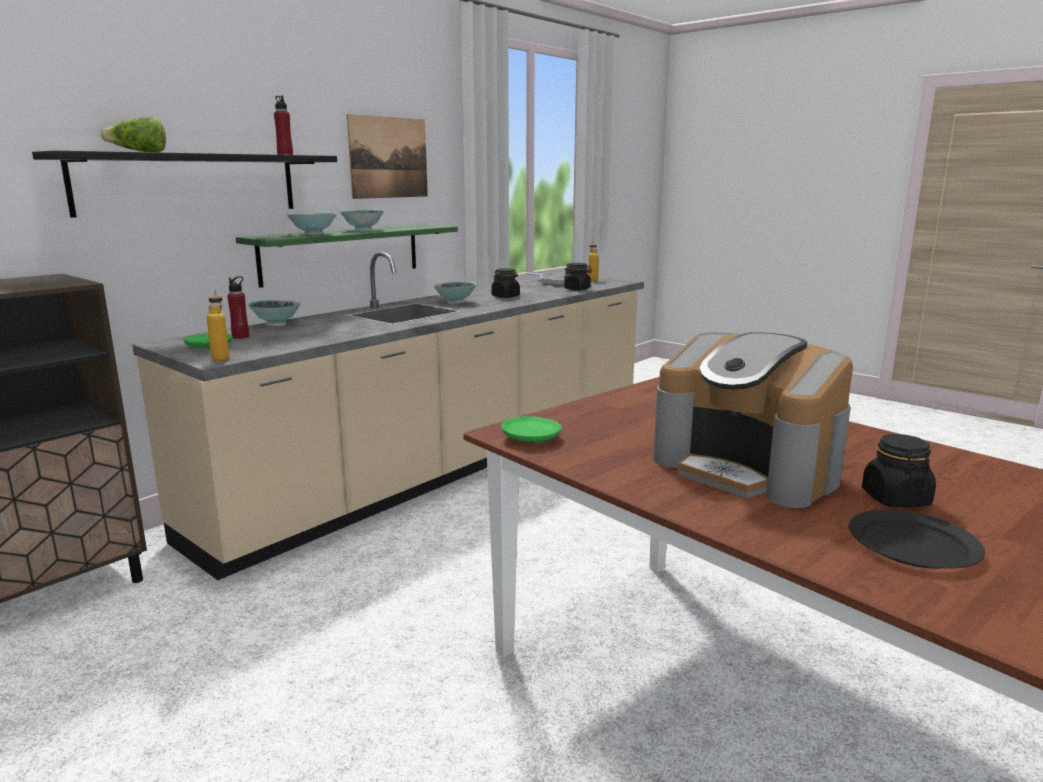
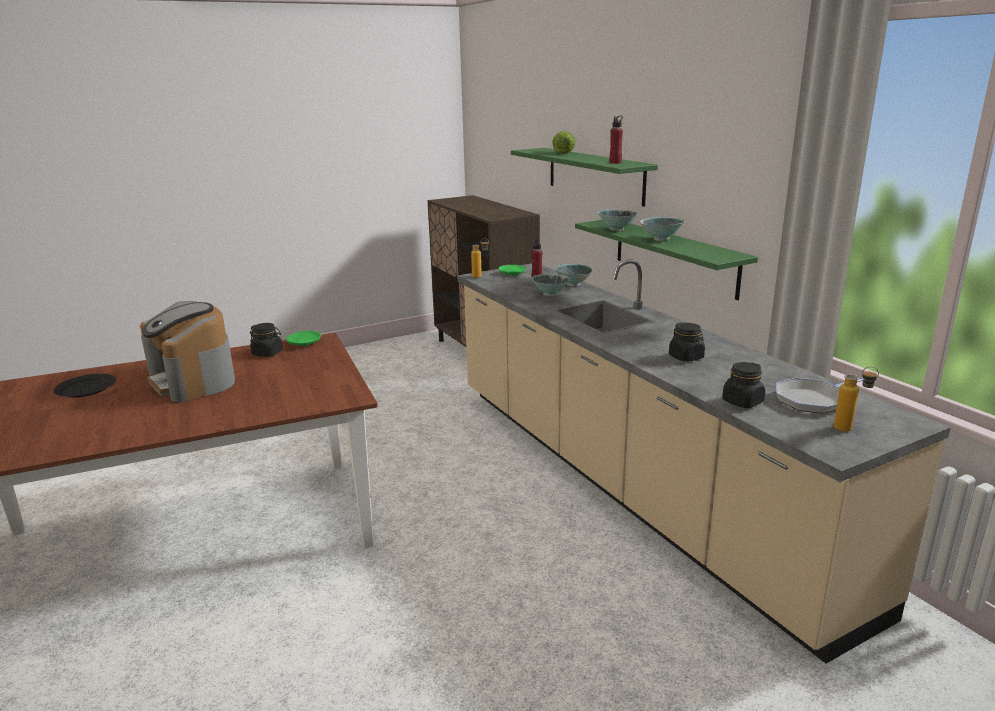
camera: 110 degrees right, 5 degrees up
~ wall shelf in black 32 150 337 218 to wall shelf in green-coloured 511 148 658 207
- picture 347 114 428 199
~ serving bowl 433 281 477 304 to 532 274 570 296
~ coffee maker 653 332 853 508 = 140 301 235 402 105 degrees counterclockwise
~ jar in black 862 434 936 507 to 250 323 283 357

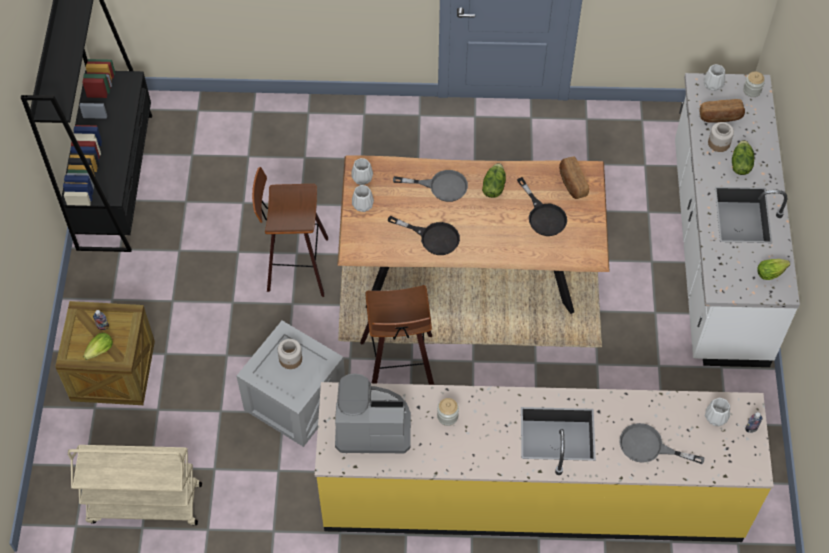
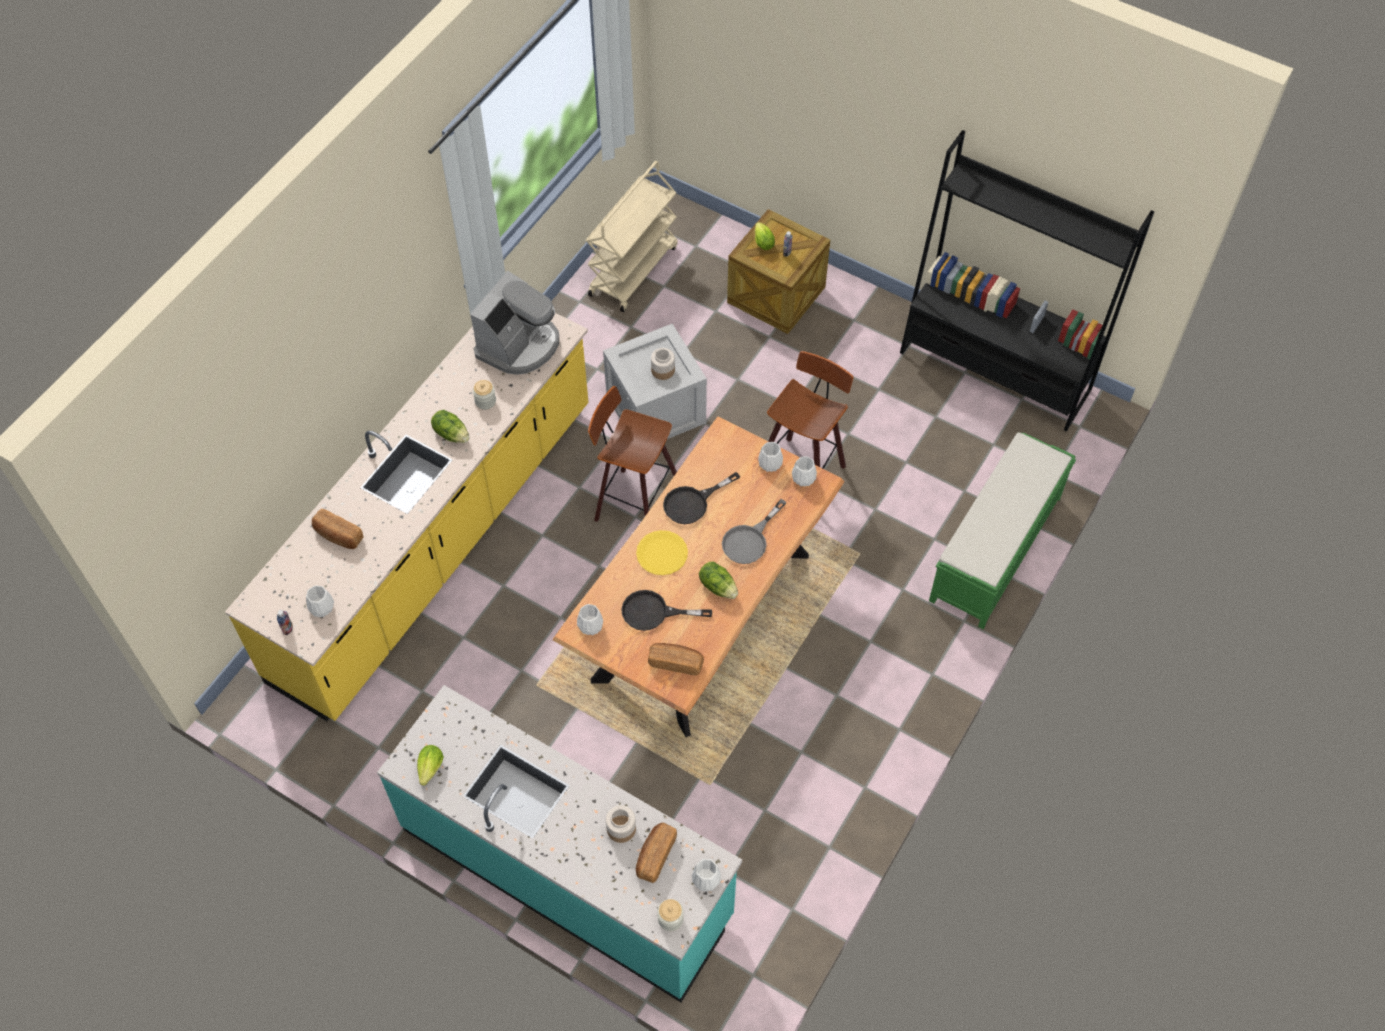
camera: 120 degrees right, 0 degrees up
~ pan in gray 619 423 704 464 to baked bread 312 509 364 549
~ kitchen counter in whitish 675 73 800 367 to kitchen counter in turquoise-coloured 377 685 742 1002
~ head of lettuce 732 140 754 175 to 431 410 470 443
+ flower vase in whitish 577 604 603 635
+ flat dish in yellow 636 530 688 575
+ indoor bench in green-coloured 929 432 1076 629

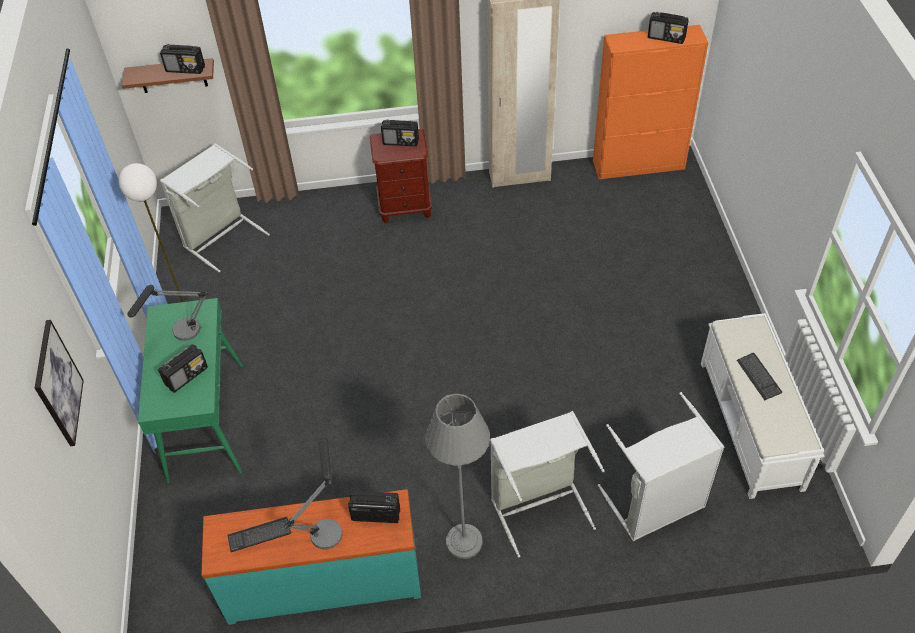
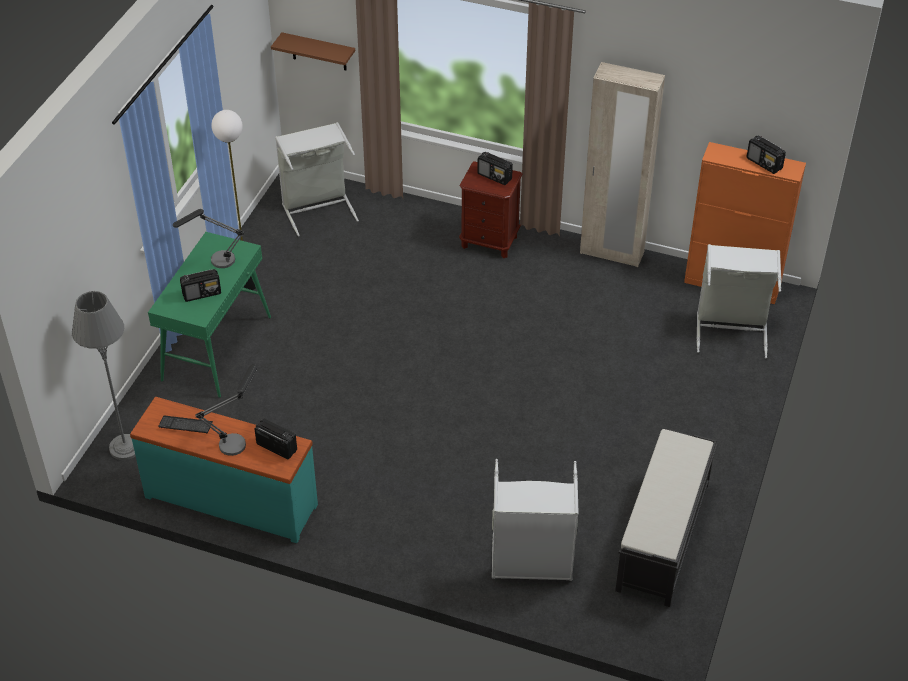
camera: 25 degrees right, 5 degrees down
- picture 35 320 84 446
- radio 160 44 205 74
~ standing lamp in gray 425 394 490 559 to 72 291 135 460
~ laundry basket in gray 490 411 605 557 to 696 244 782 359
~ indoor bench in whitish 701 313 824 499 to indoor bench in black 615 429 717 607
- computer keyboard 737 353 782 400

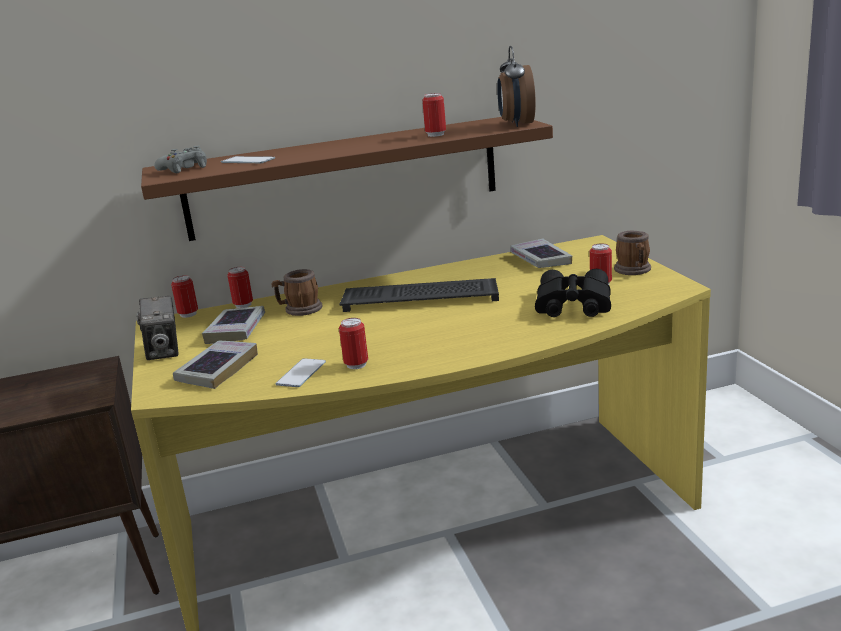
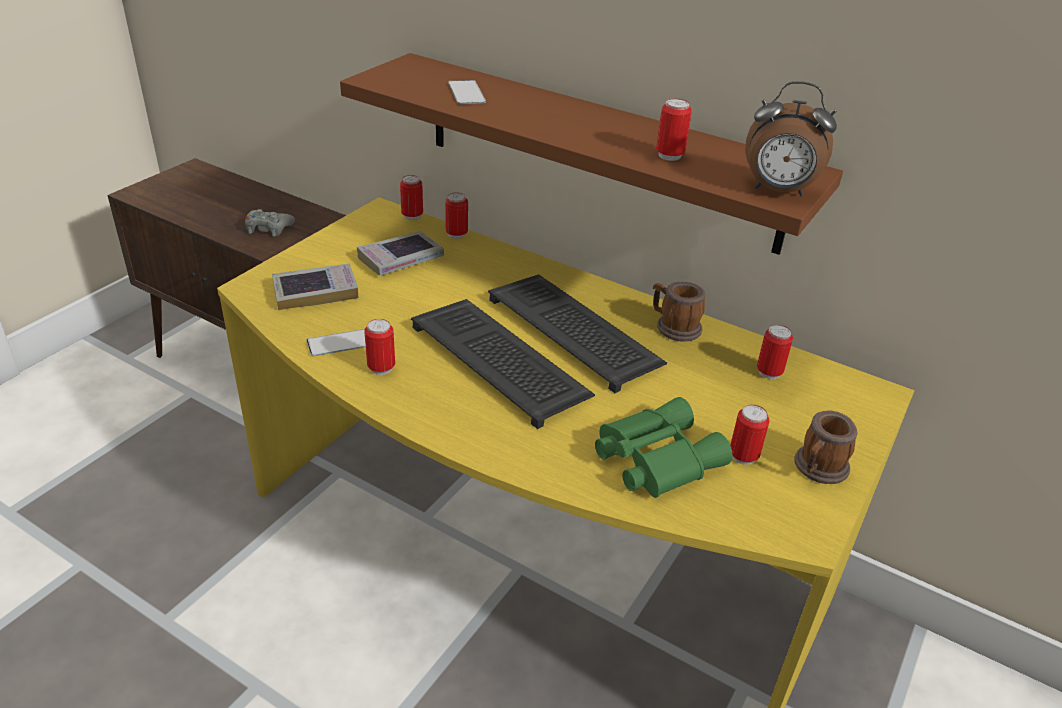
camera: 45 degrees right, 15 degrees up
- still camera 136 296 178 360
~ joypad in gray 154 146 207 173 to 245 209 295 237
~ coffee mug 271 269 322 316 to 653 282 705 342
~ alarm clock 497 46 536 127 = 745 81 837 196 120 degrees counterclockwise
~ book 510 239 572 268 to metal can 757 325 793 379
~ binoculars in black 535 269 611 317 to binoculars in green-coloured 595 397 733 498
+ computer keyboard 411 299 595 429

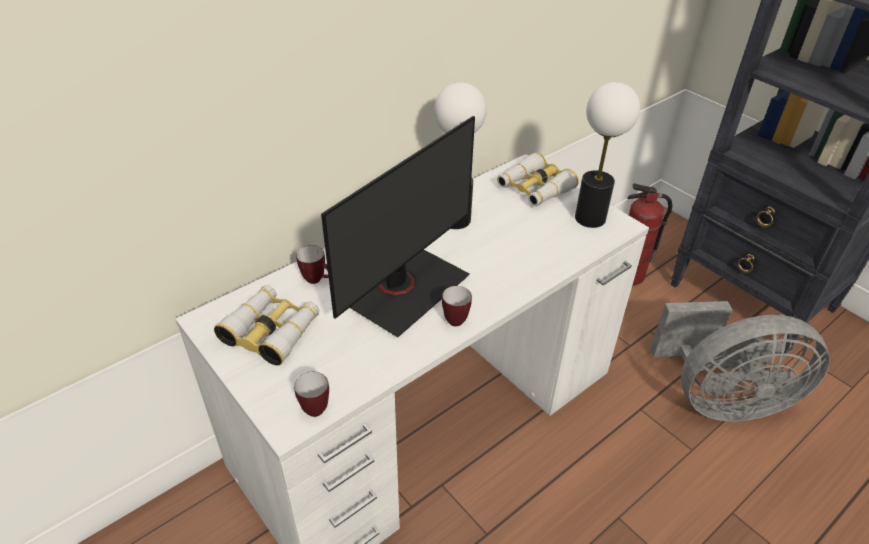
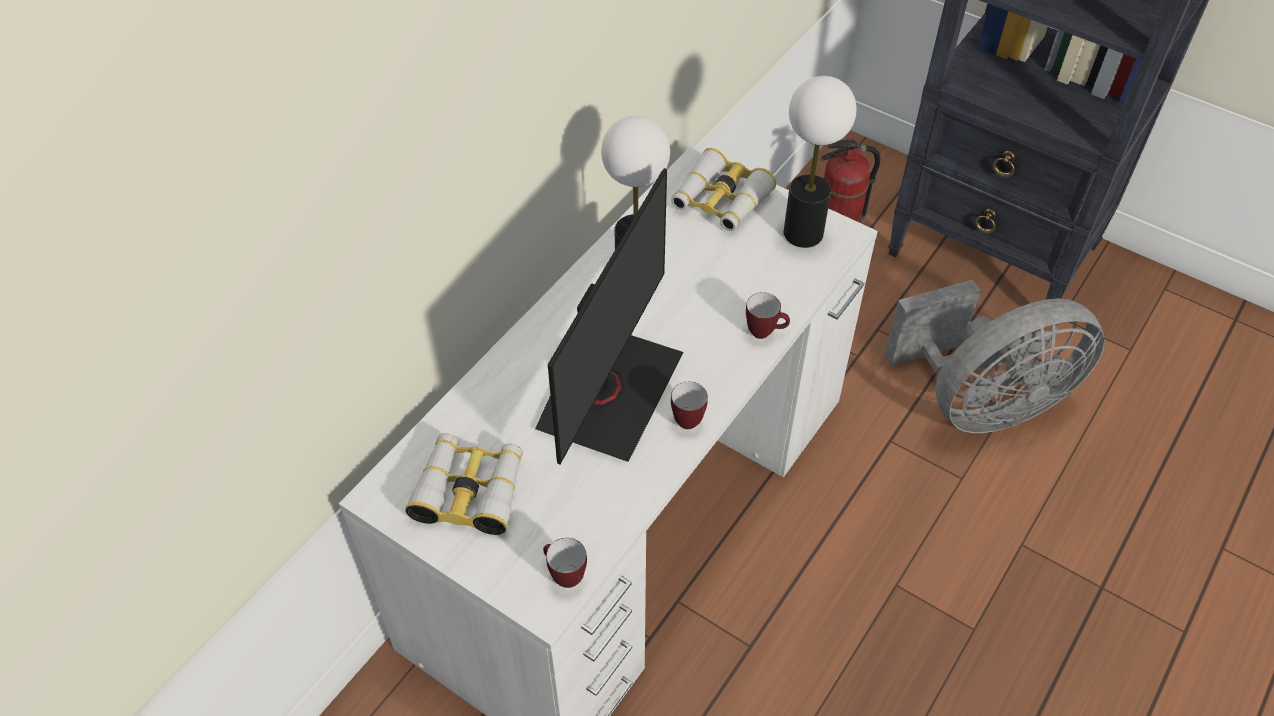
camera: 15 degrees left, 10 degrees up
~ coffee mug 296 245 329 284 to 746 292 790 339

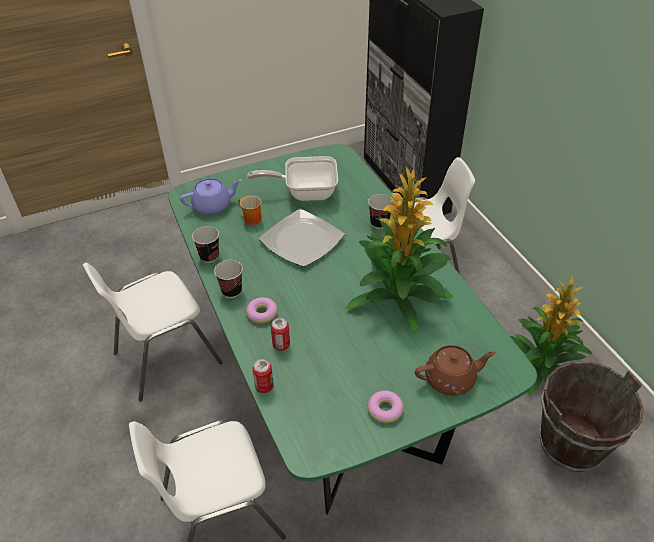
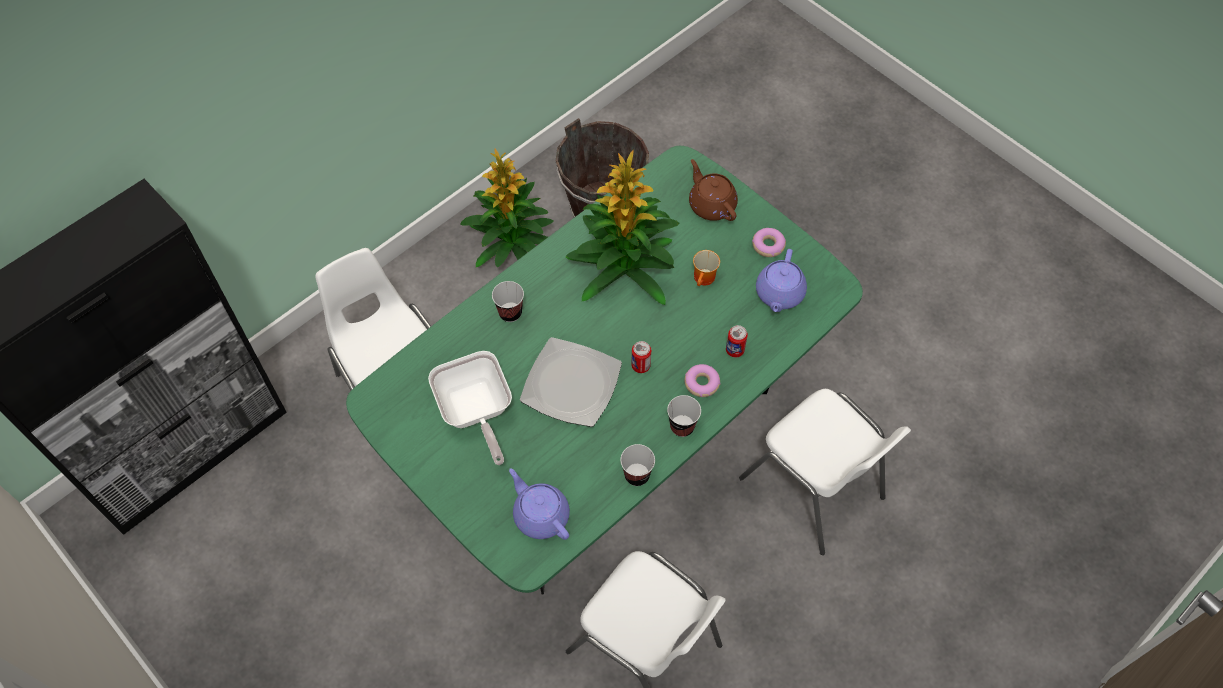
camera: 110 degrees left, 15 degrees up
~ coffee mug 238 196 262 225 to 693 250 720 286
~ metal can 252 359 274 393 to 631 341 651 373
+ teapot in purplish 756 249 807 312

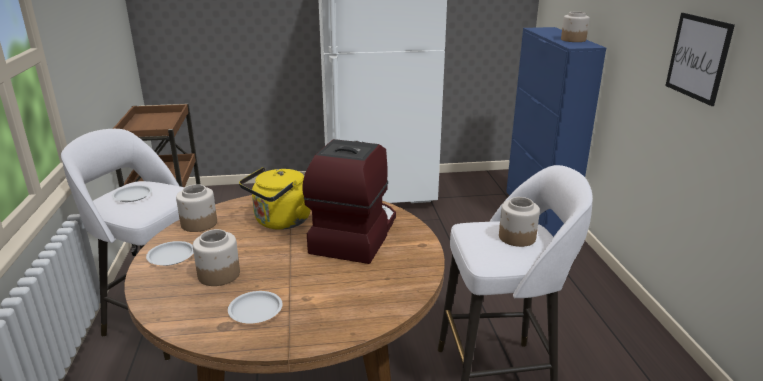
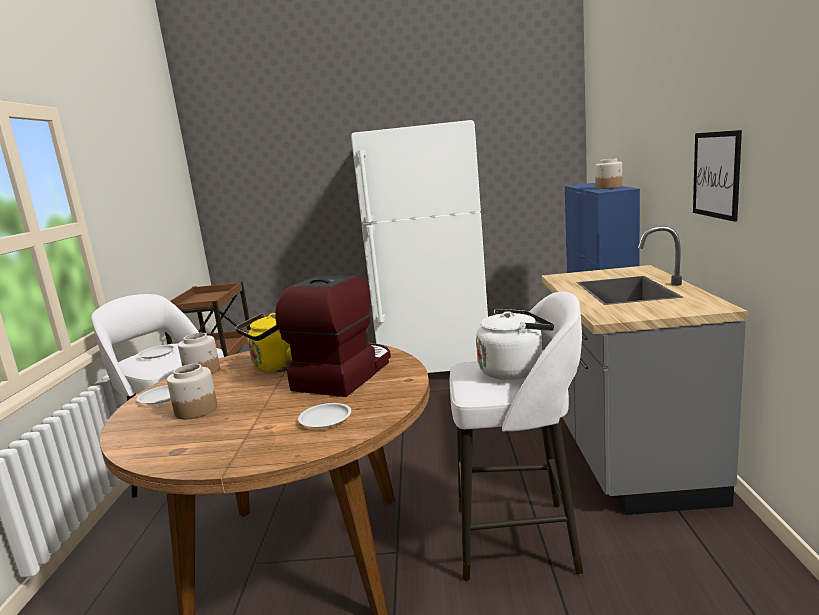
camera: 10 degrees right, 10 degrees down
~ flat dish in whitish 228 291 283 324 to 298 403 351 428
~ jar 499 197 540 247 to kettle in whitish 476 309 554 380
+ kitchen counter in gray 542 226 748 515

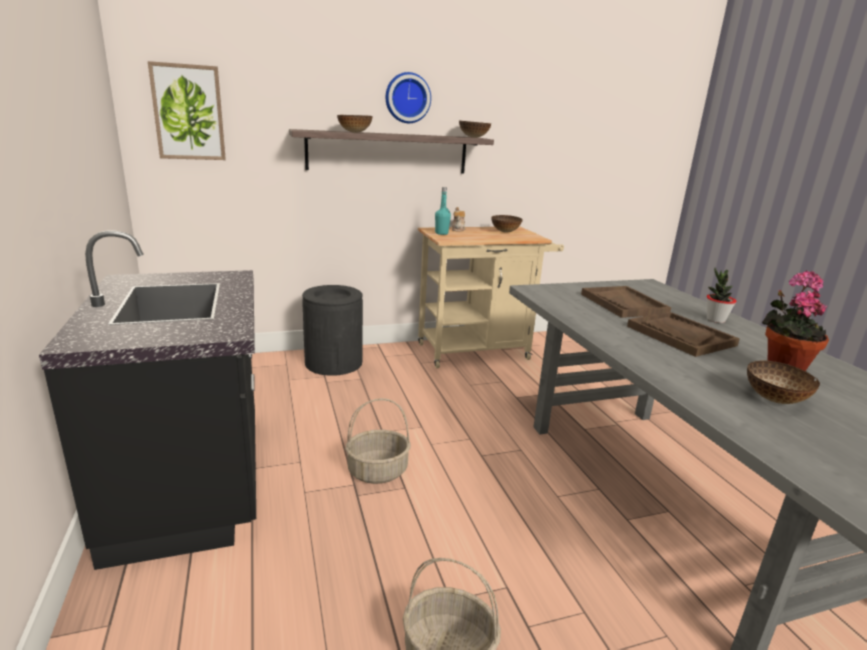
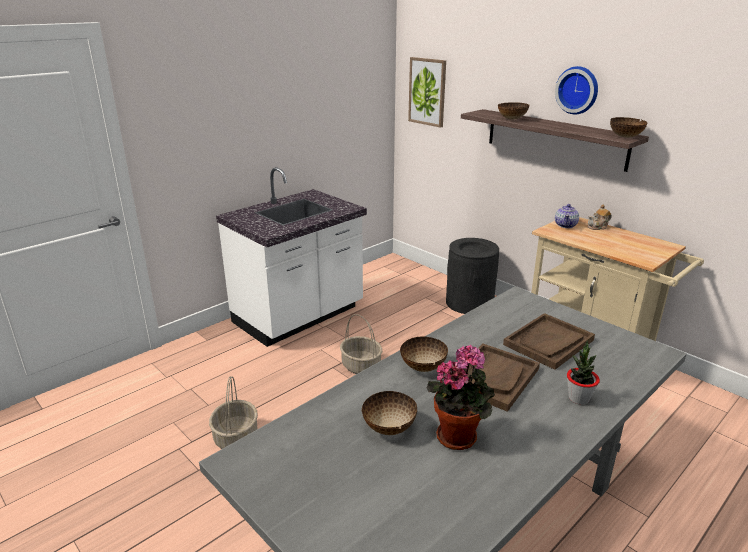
camera: 65 degrees right, 5 degrees up
~ kitchen counter in black 39 230 256 570 to kitchen counter in whitish 216 167 367 347
~ drink bottle in turquoise-coloured 435 187 451 235 to teapot 555 204 579 228
~ serving bowl 491 215 523 232 to 400 336 448 372

